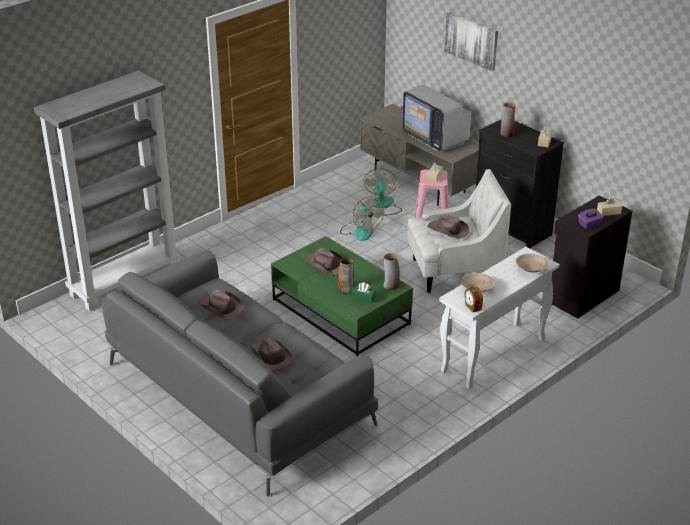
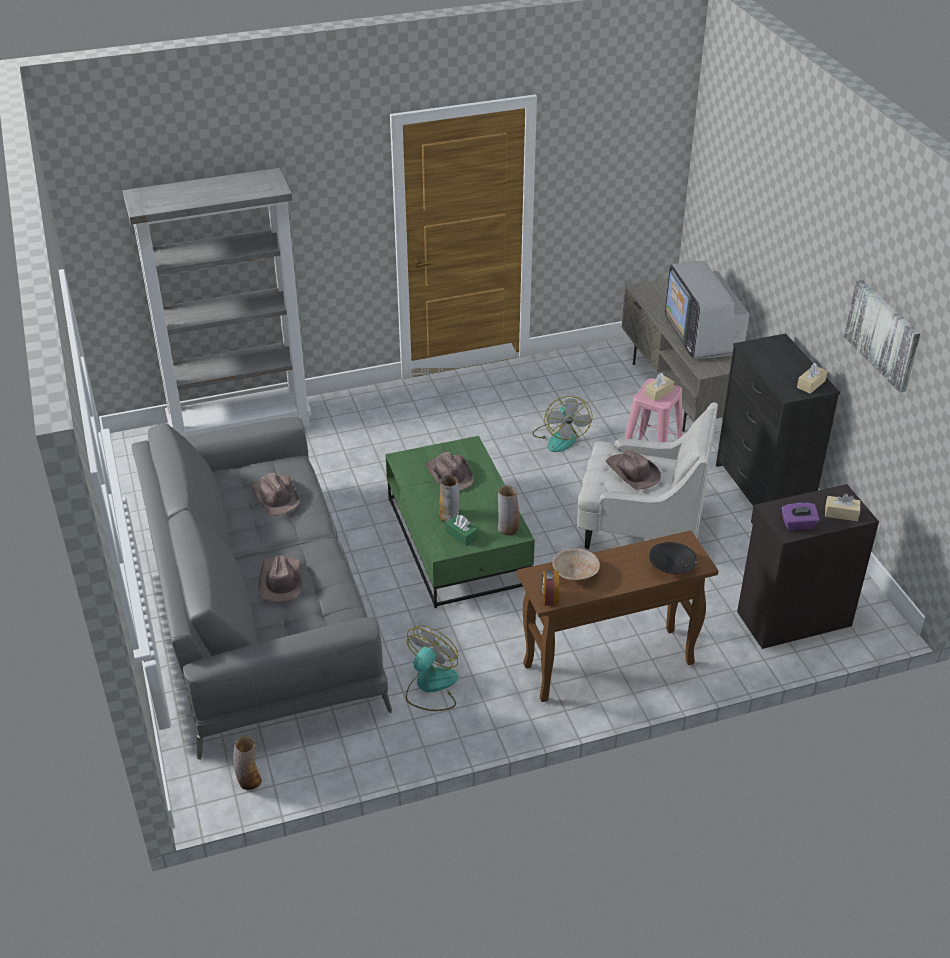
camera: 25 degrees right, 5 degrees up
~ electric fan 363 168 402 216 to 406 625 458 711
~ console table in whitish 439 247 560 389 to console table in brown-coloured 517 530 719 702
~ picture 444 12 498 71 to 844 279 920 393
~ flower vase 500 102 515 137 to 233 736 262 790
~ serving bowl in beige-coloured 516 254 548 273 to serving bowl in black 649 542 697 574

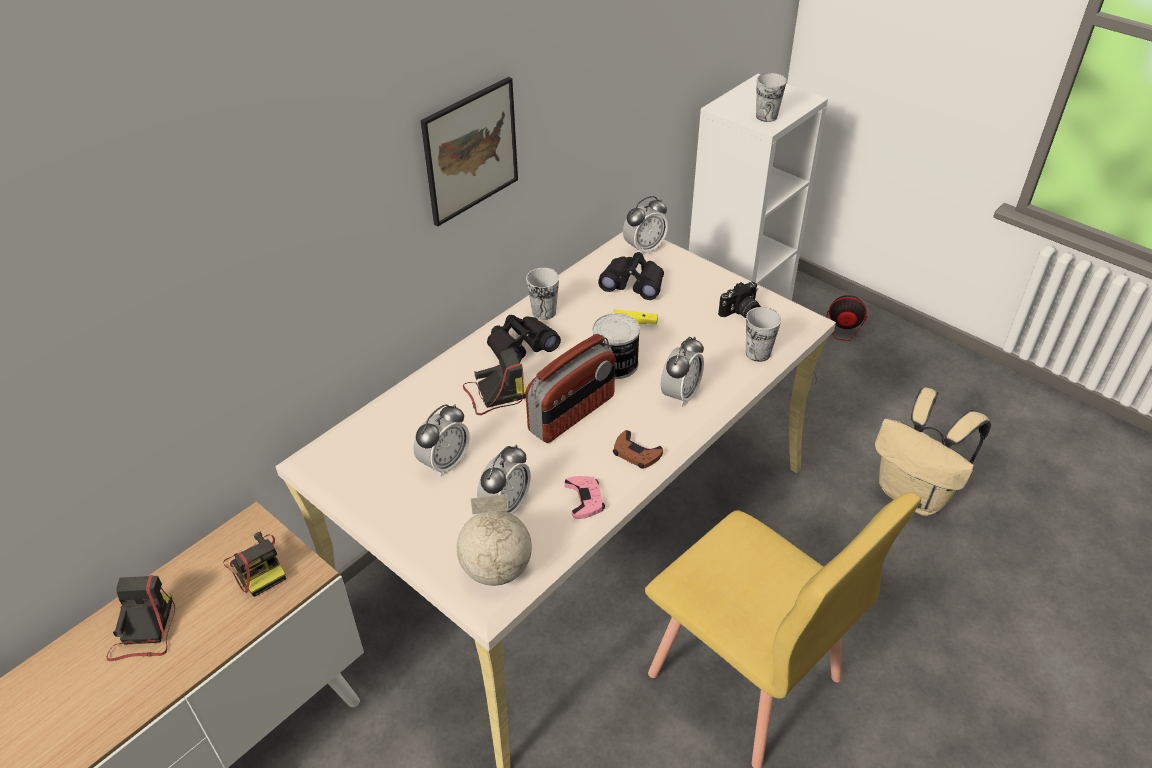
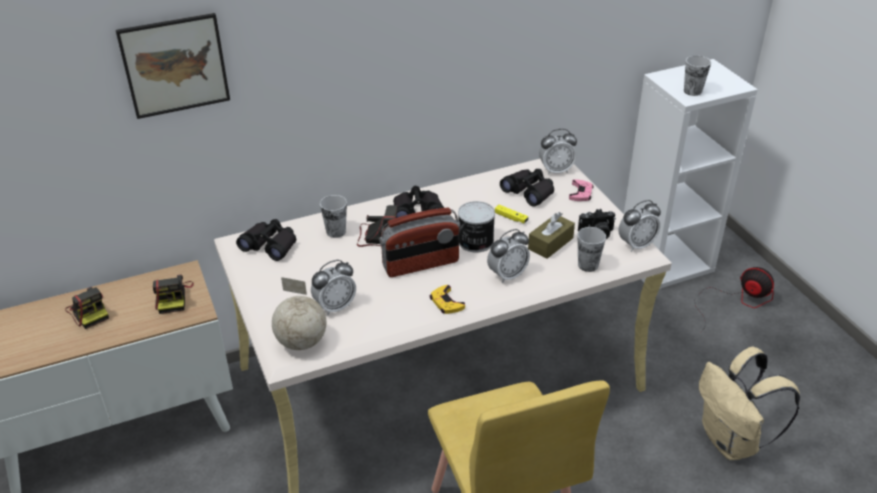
camera: 25 degrees right, 5 degrees down
~ still camera 107 575 175 661 = 65 287 109 329 120 degrees clockwise
~ alarm clock 413 404 470 477 to 618 200 661 252
~ picture 420 77 518 227 to 116 13 230 119
~ drinking cup 526 268 559 320 to 320 195 347 238
~ joypad in pink-coloured 565 476 605 519 to 569 179 593 201
~ joypad in brown-coloured 613 430 663 469 to joypad in yellow 430 285 465 314
+ binoculars in black 236 219 296 261
+ tissue box in brown-coloured 528 212 575 259

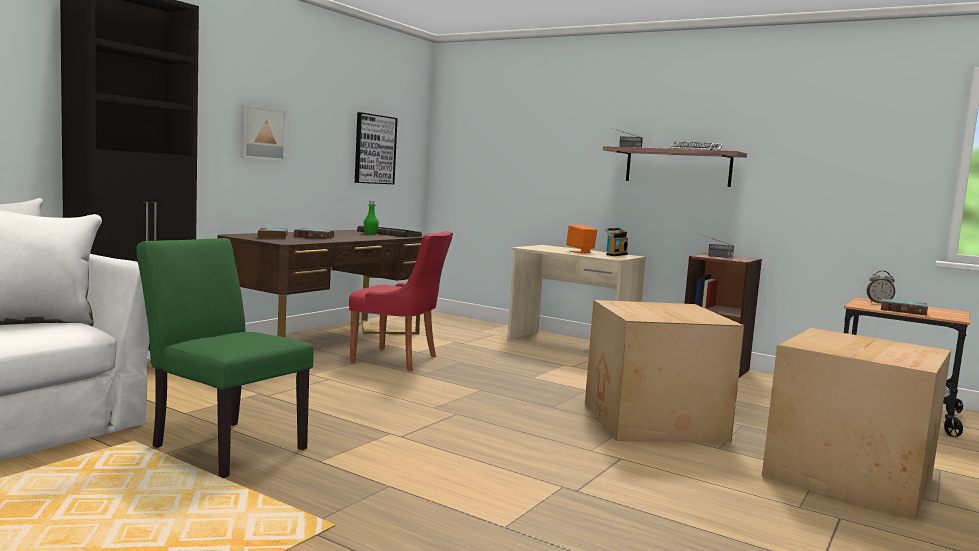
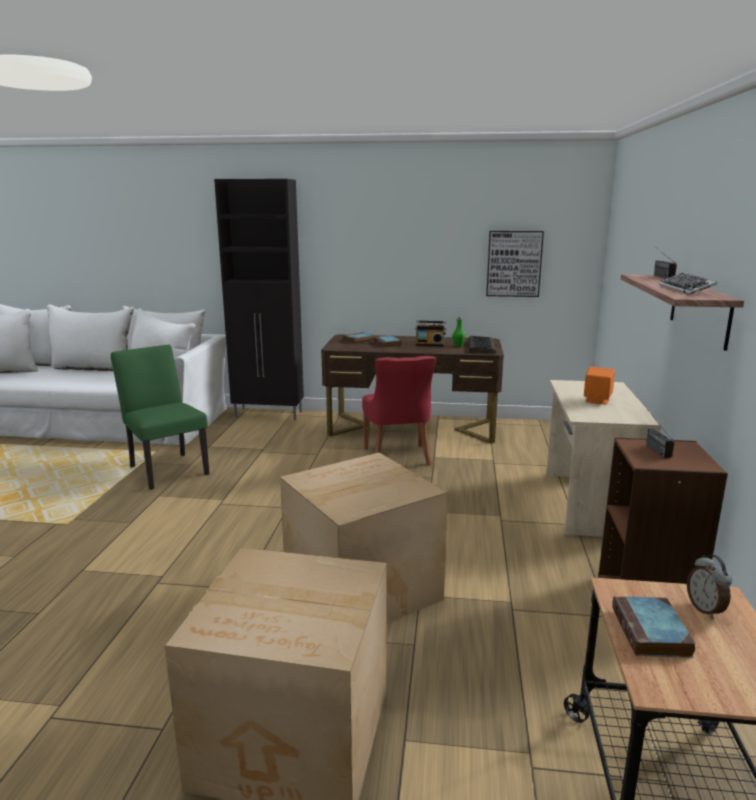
camera: 65 degrees right, 10 degrees up
~ chair in green-coloured 136 238 314 478 = 111 345 209 490 45 degrees counterclockwise
- picture 240 105 286 161
~ radio 605 228 628 256 to 415 320 447 346

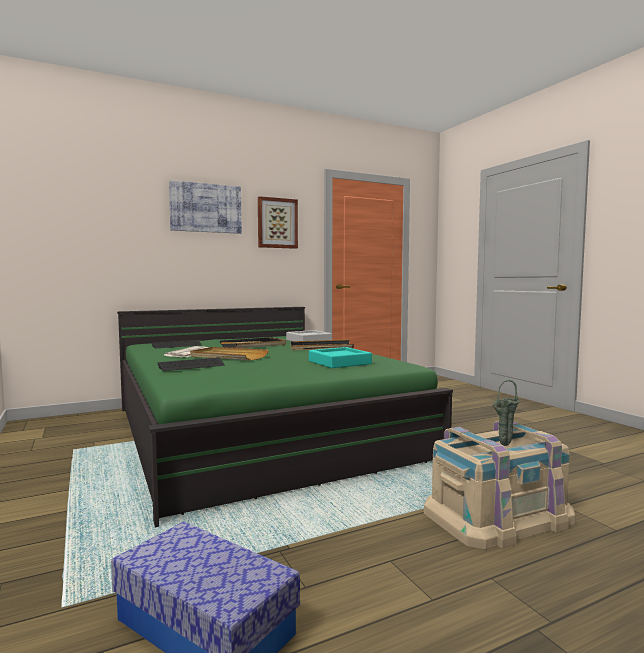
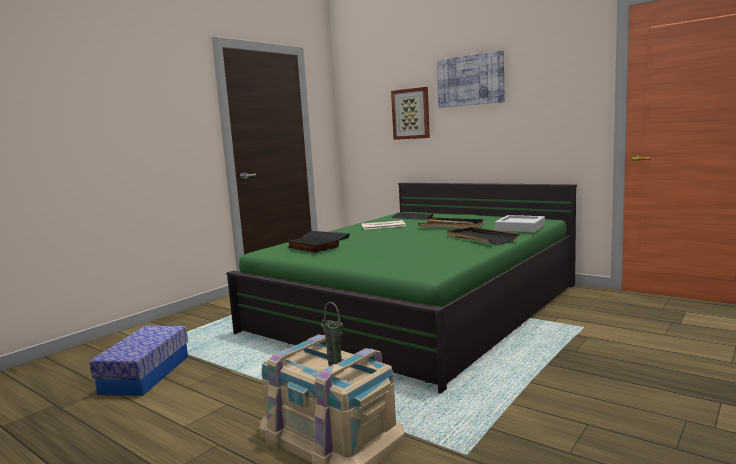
camera: 65 degrees right, 5 degrees up
- serving tray in beige-coloured 190 347 269 360
~ picture 258 196 298 249 to 391 87 430 140
- serving tray in turquoise-coloured 309 347 372 368
+ book in black 287 236 339 253

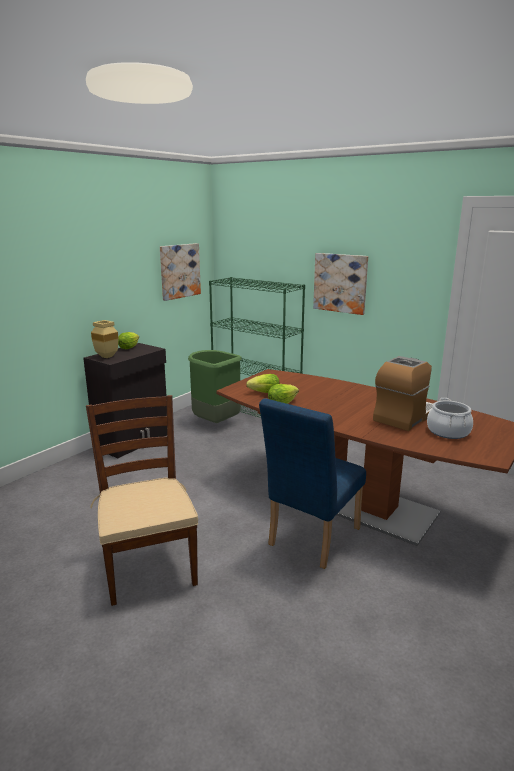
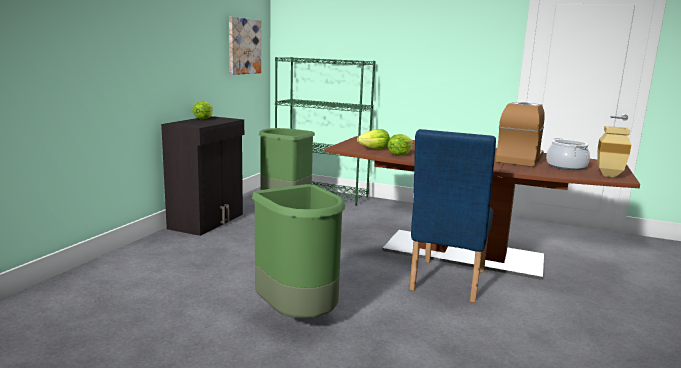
camera: 15 degrees left, 5 degrees down
~ chair in brown-coloured 86 395 198 606 to trash can in green-coloured 252 184 345 319
~ flower vase in beige-coloured 91 320 119 358 to 597 126 631 177
- picture 313 253 368 315

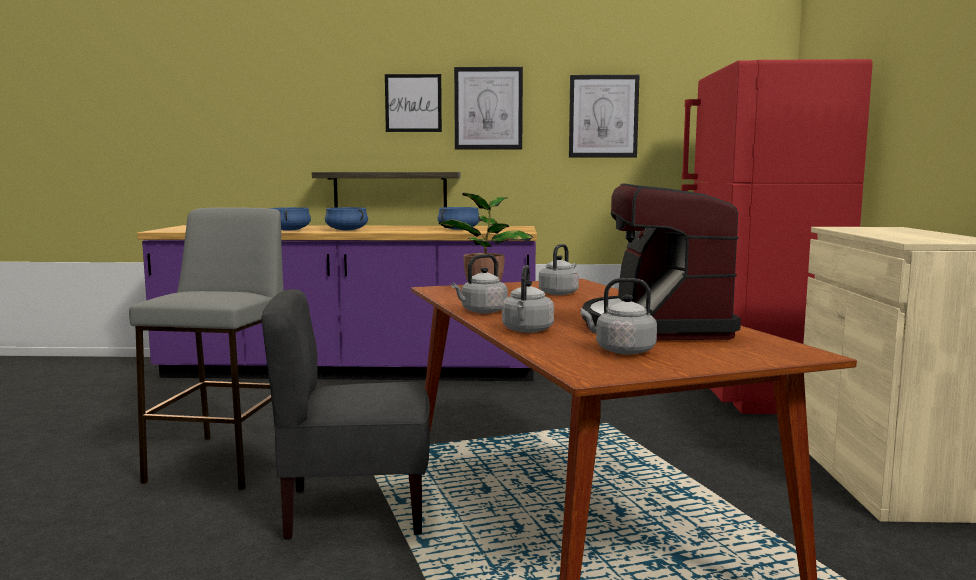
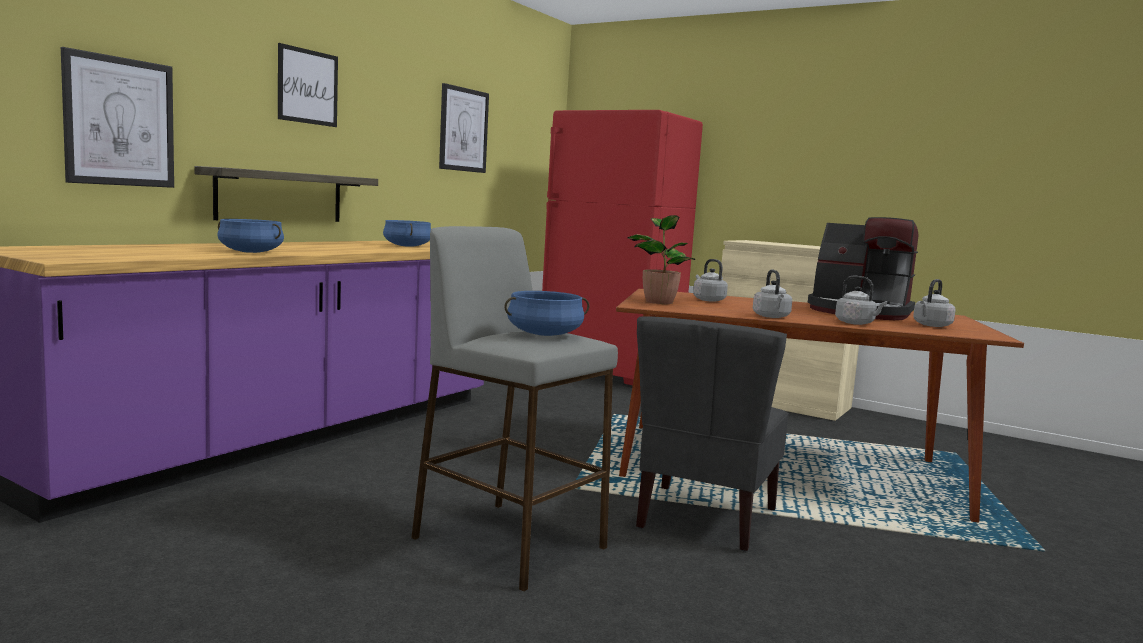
camera: 60 degrees left, 0 degrees up
~ cooking pot in blue 325 207 368 230 to 504 291 589 336
~ picture 454 67 523 150 to 61 47 174 188

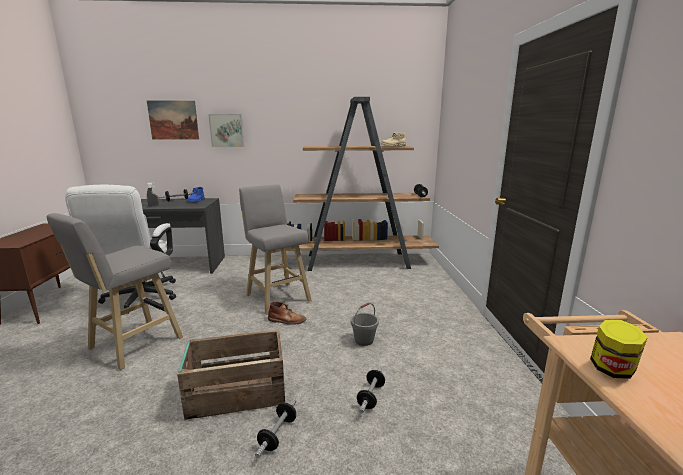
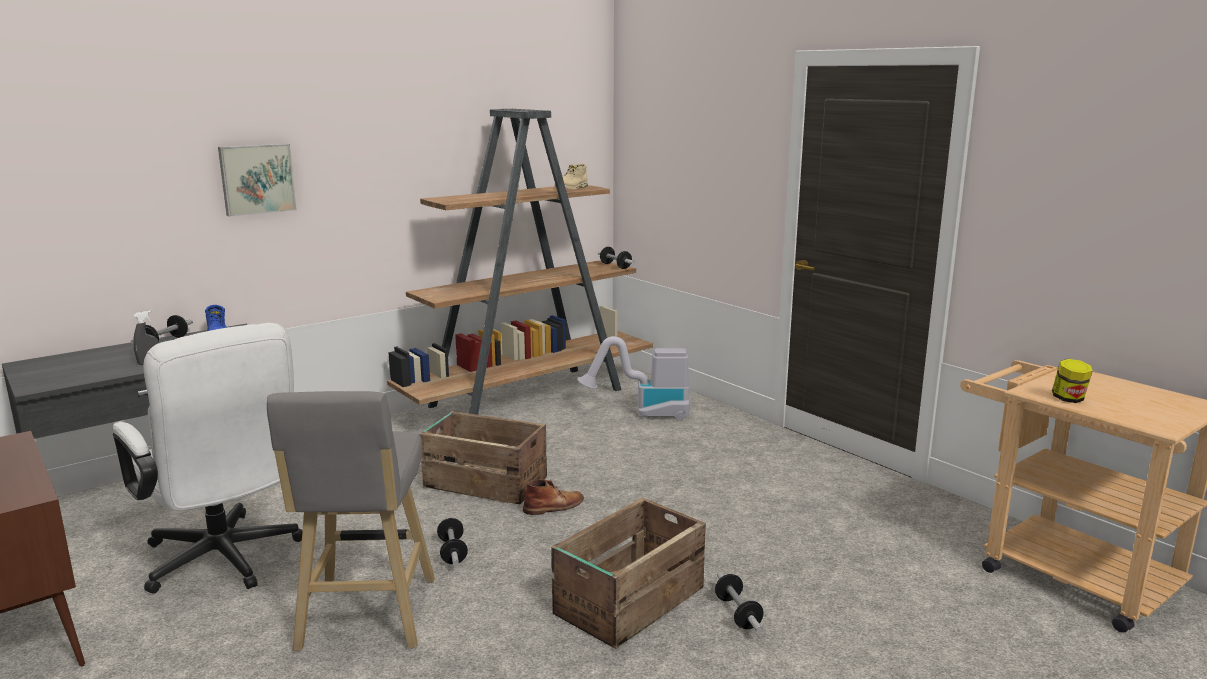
camera: 35 degrees left, 0 degrees up
- picture 147 100 199 140
~ stool in gray 239 185 312 315 to shipping crate 420 411 547 504
- pail in gray 351 302 379 346
~ hand weight 357 368 385 413 to 437 518 468 566
+ vacuum 577 336 690 420

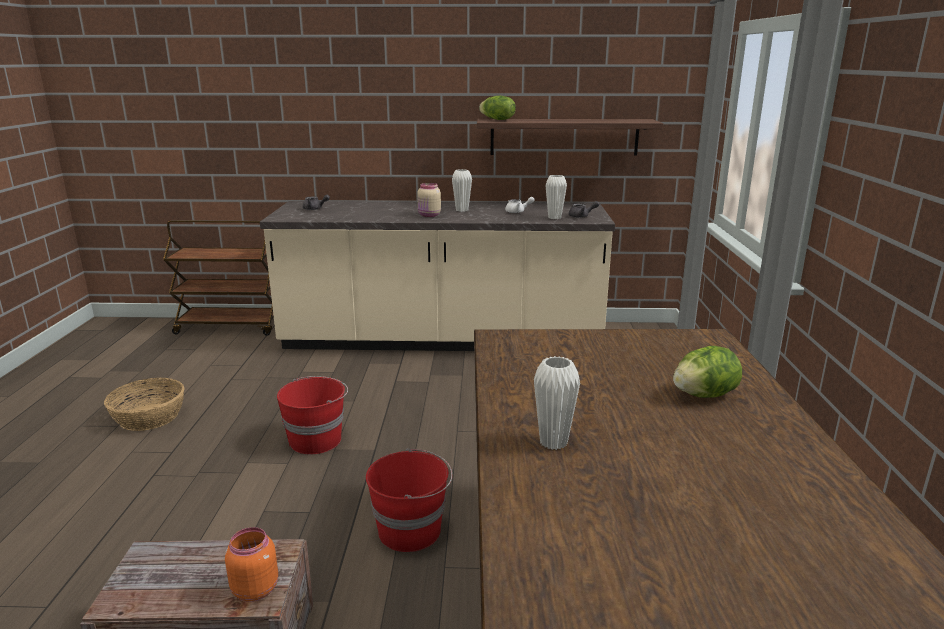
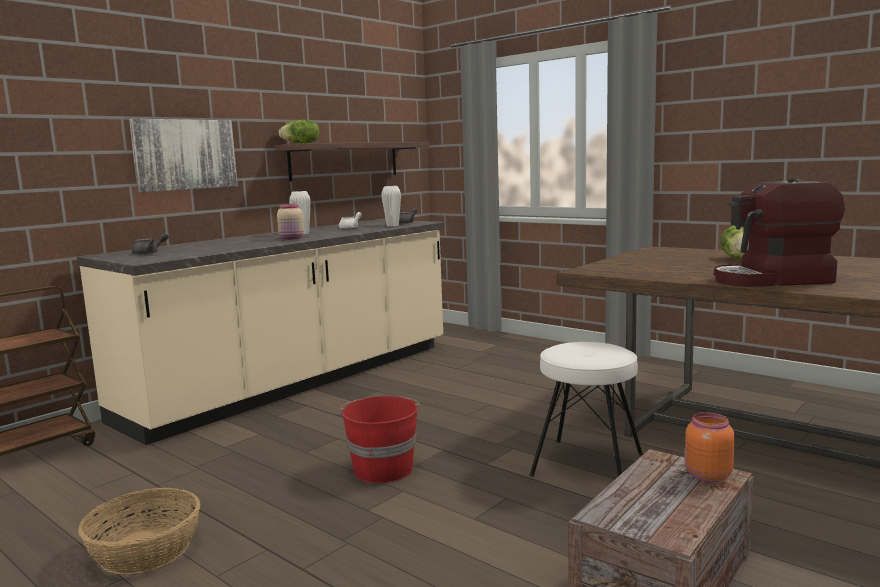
camera: 50 degrees left, 10 degrees down
~ pail in reddish 366 448 452 552 to stool in whitish 529 342 643 477
~ flower vase in whitish 534 356 580 450 to coffee maker 714 179 845 287
+ picture 129 119 238 192

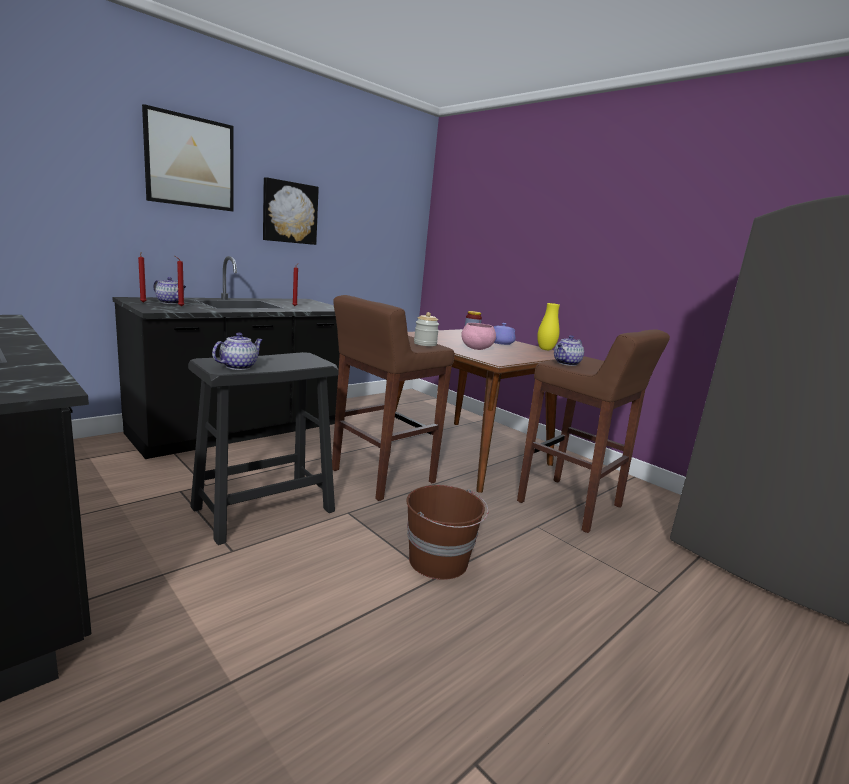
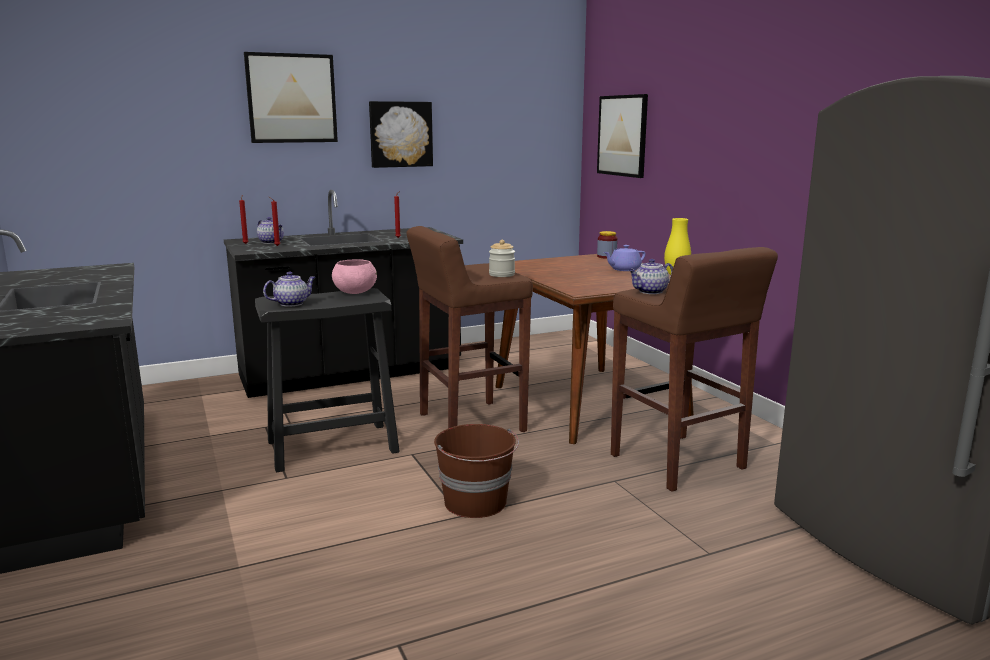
camera: 20 degrees right, 0 degrees up
~ serving bowl in pink-coloured 461 323 496 350 to 332 259 377 294
+ picture 597 94 648 178

